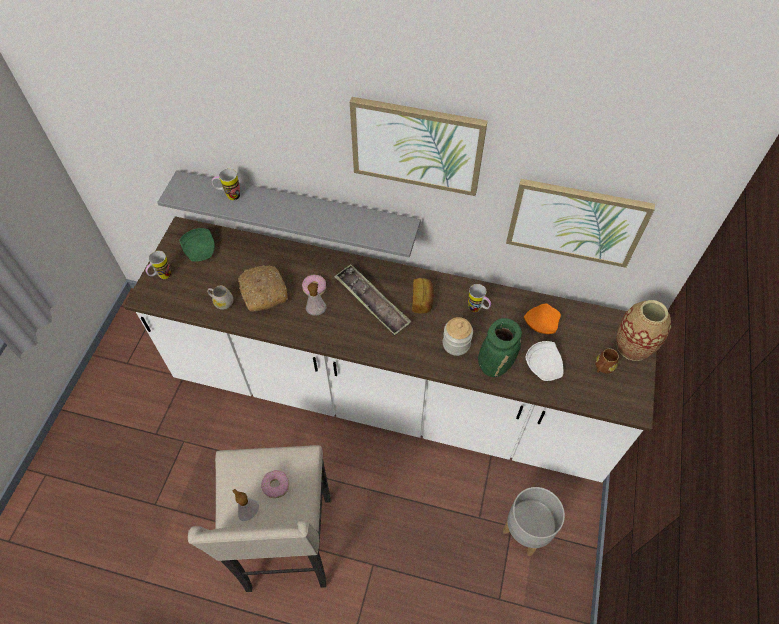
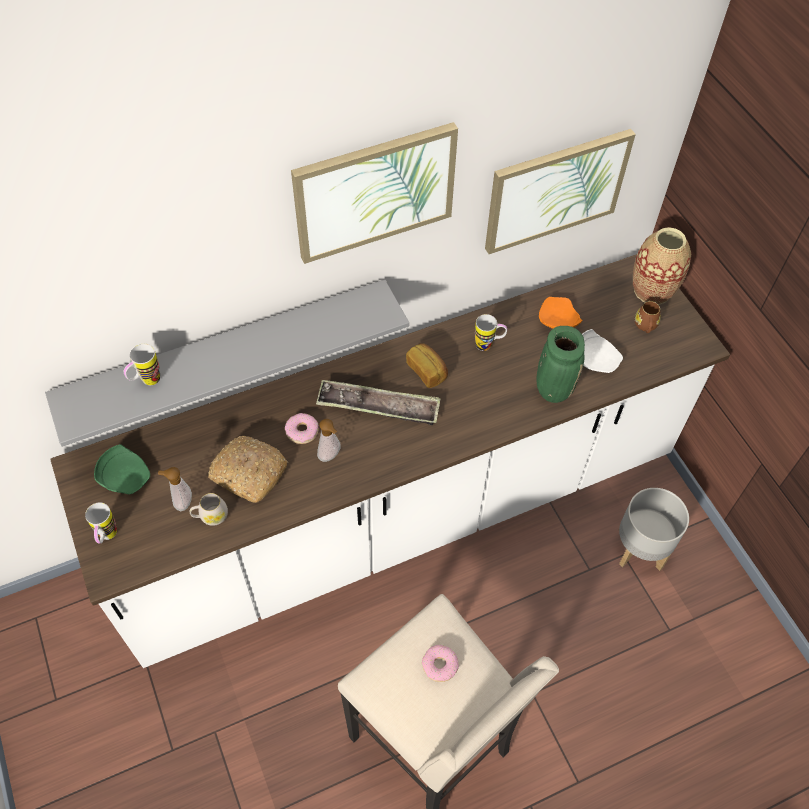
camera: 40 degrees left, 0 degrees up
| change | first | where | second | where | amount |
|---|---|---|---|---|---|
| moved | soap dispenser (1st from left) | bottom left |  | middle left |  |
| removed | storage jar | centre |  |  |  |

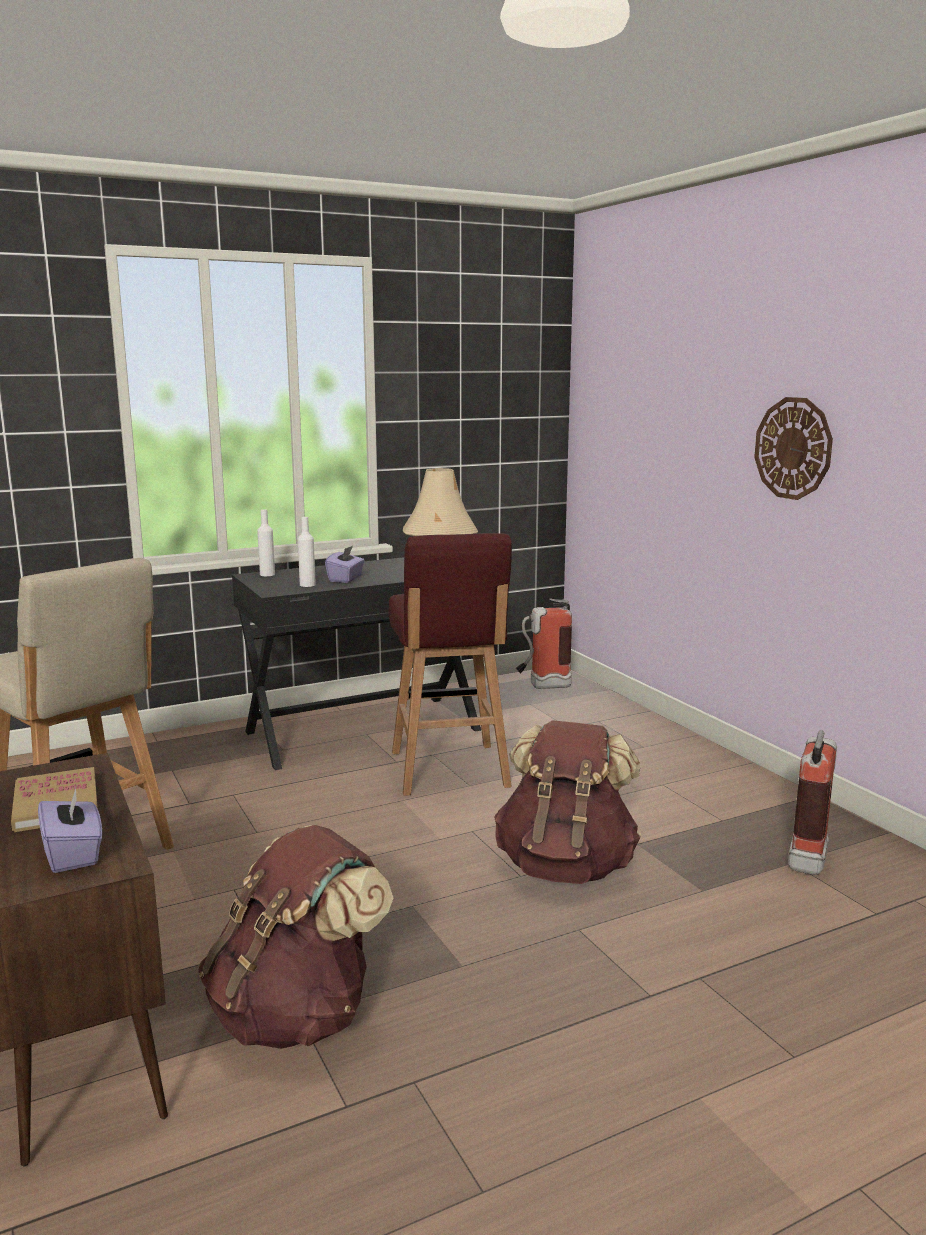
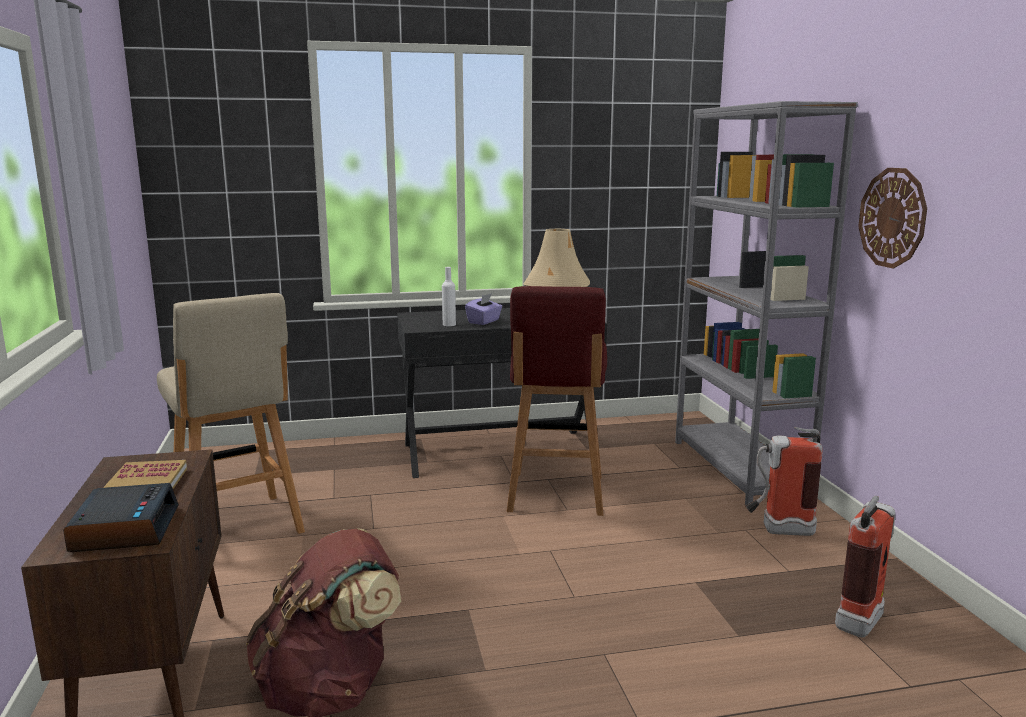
camera: 15 degrees right, 0 degrees up
| change | first | where | second | where | amount |
|---|---|---|---|---|---|
| replaced | tissue holder (purple-coloured) (1st from left) | bottom left | table clock | bottom left |  |
| added |  |  | bookshelf (gray) | middle right |  |
| moved | fire-fighting cylinder (1st from left) | centre |  | bottom right |  |
| removed | beverage bottle (white) (1st from left) | middle left |  |  |  |
| removed | knapsack (brown-coloured) (2nd from left) | centre |  |  |  |

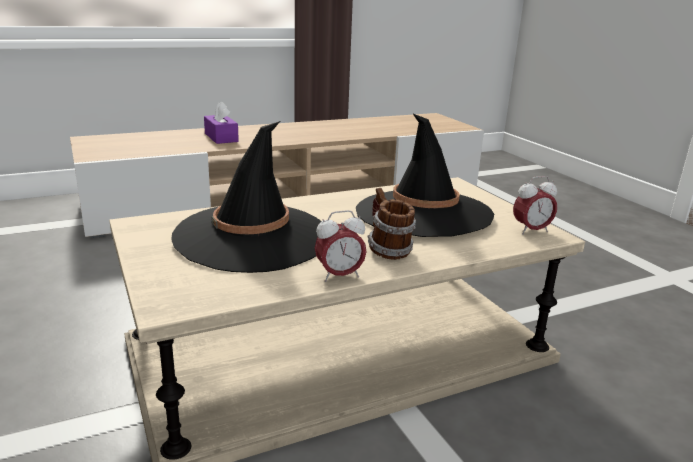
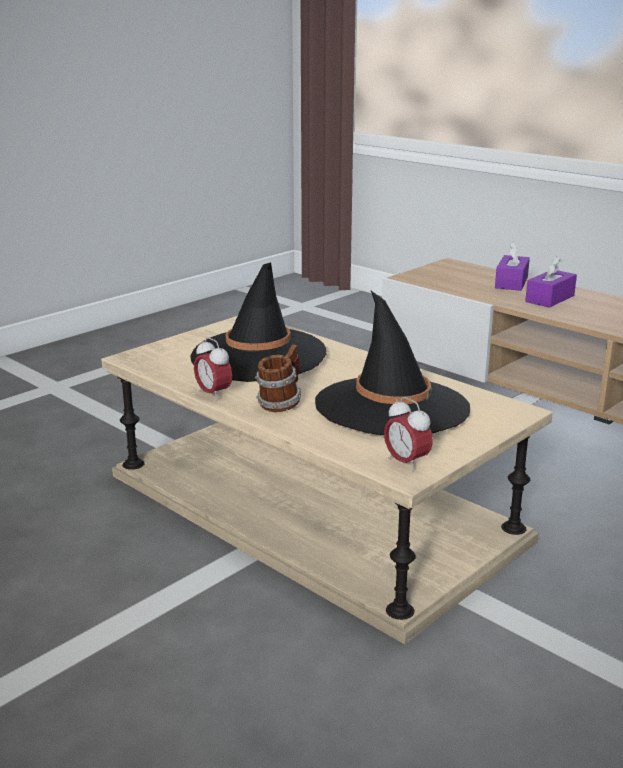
camera: 70 degrees right, 0 degrees up
| change | first | where | second | where | amount |
|---|---|---|---|---|---|
| added |  |  | tissue holder (purple-coloured) (1st from left) | middle right |  |

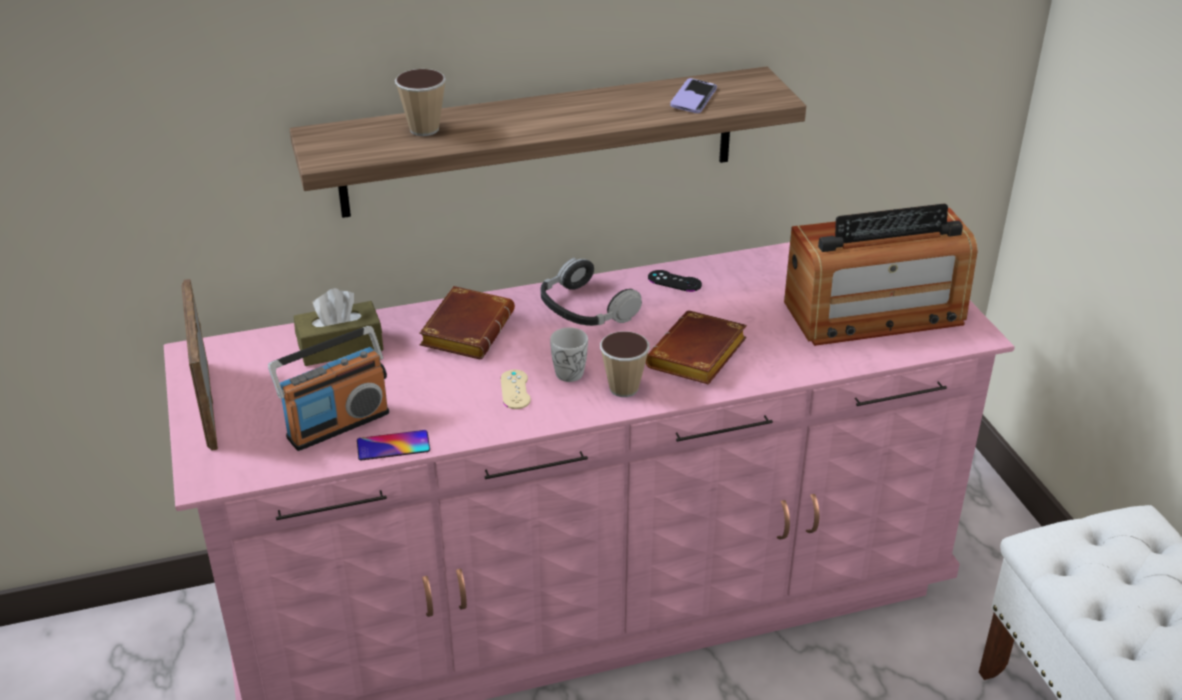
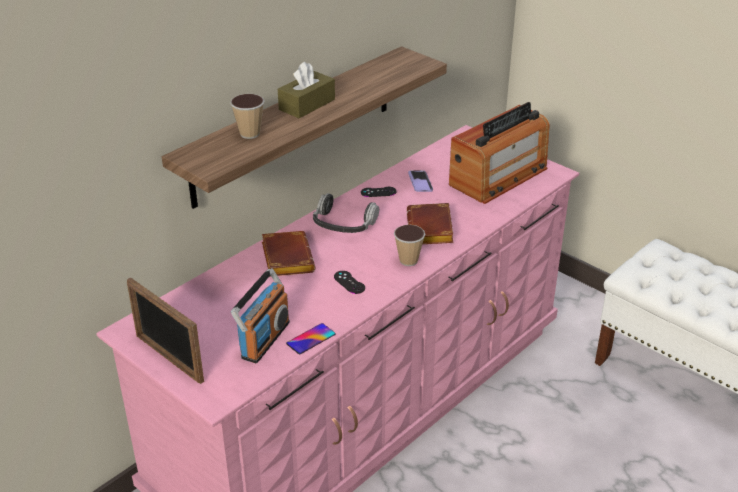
camera: 30 degrees left, 0 degrees up
| change | first | where | second | where | amount |
|---|---|---|---|---|---|
| moved | tissue holder (brown-coloured) | middle left |  | top centre |  |
| recoloured | joypad (beige-coloured) | centre | joypad (black-coloured) (1st from left) | centre |  |
| moved | phone (2nd from left) | top centre |  | centre |  |
| removed | mug (white) | centre |  |  |  |

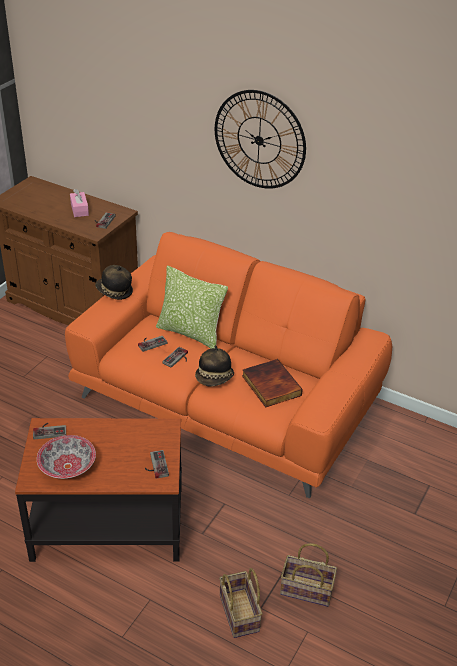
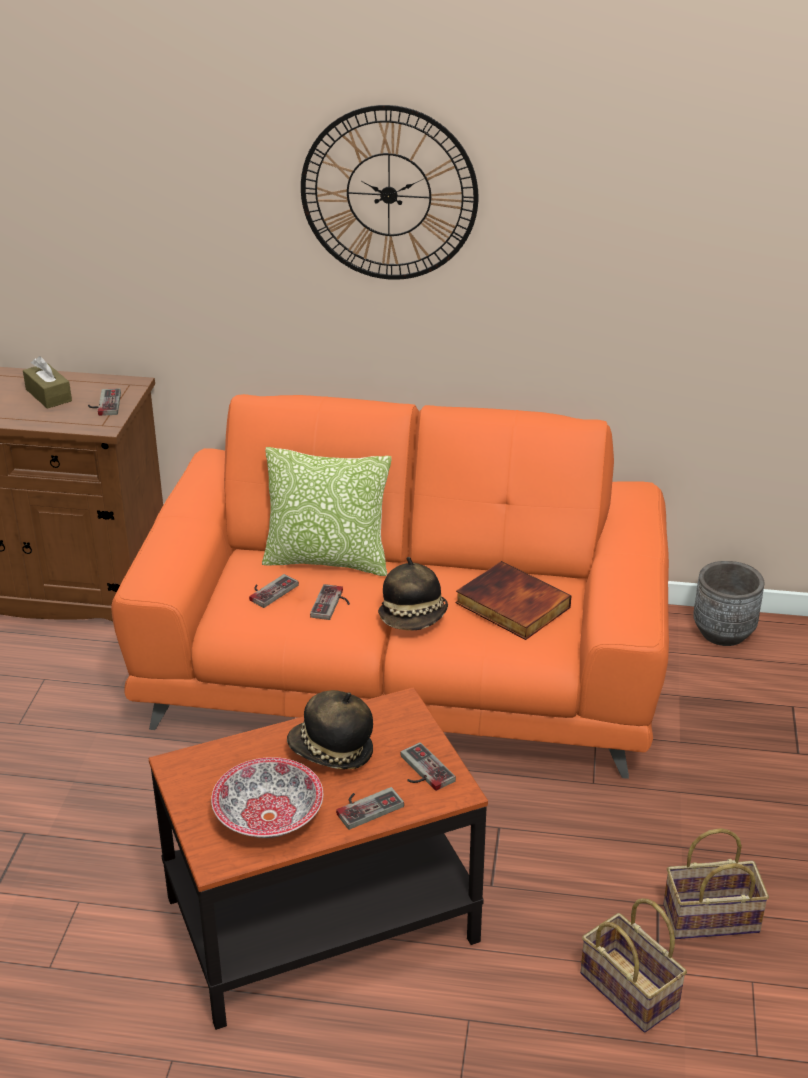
camera: 20 degrees left, 5 degrees down
| change | first | where | second | where | amount |
|---|---|---|---|---|---|
| recoloured | tissue holder (pinkish) | top left | tissue holder (brown-coloured) | middle left |  |
| moved | hat (1st from left) | middle left |  | bottom centre |  |
| moved | joypad (1st from left in the first image) | middle left | joypad (4th from left) | bottom centre |  |
| added |  |  | flower pot (gray) | middle right |  |

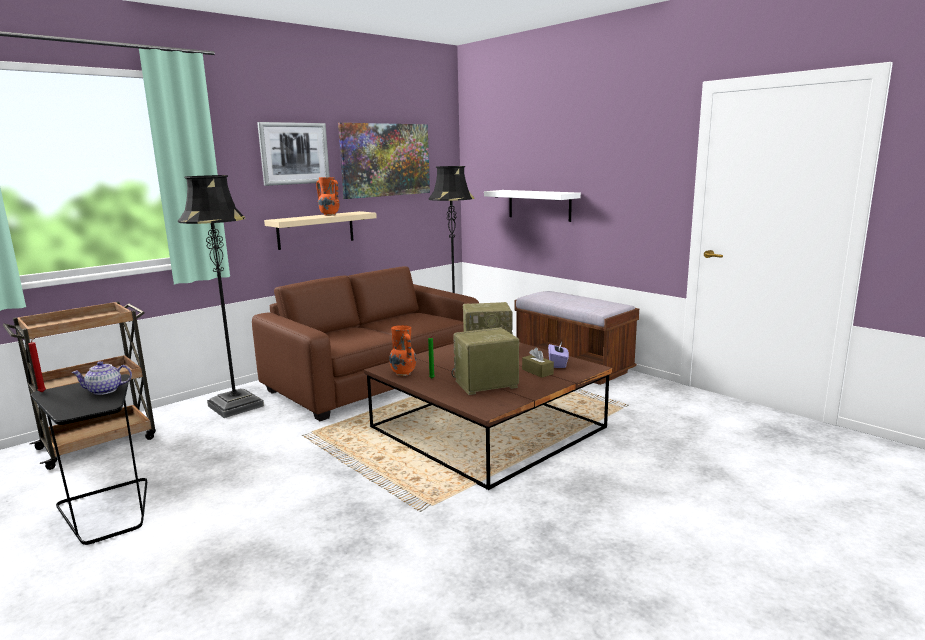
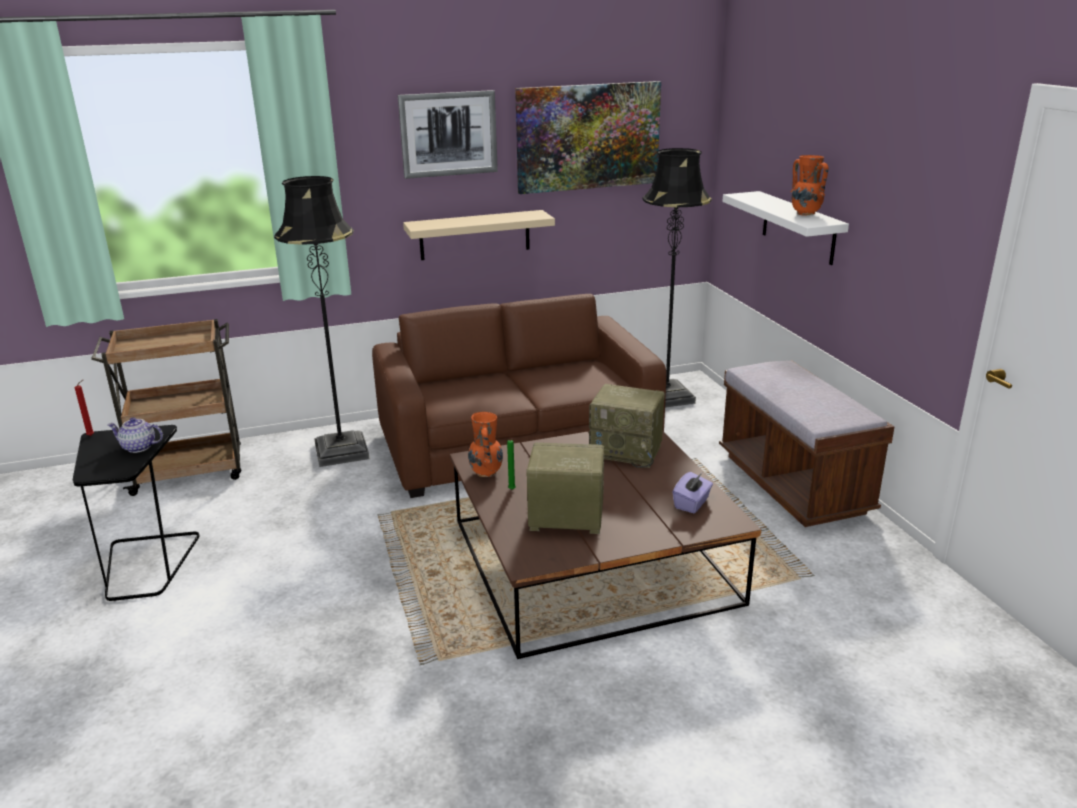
camera: 25 degrees right, 10 degrees up
| change | first | where | second | where | amount |
|---|---|---|---|---|---|
| moved | decorative vase (orangey) (1st from left in the first image) | top centre | decorative vase (orangey) (2nd from left) | top right |  |
| removed | tissue holder (brown-coloured) | centre |  |  |  |

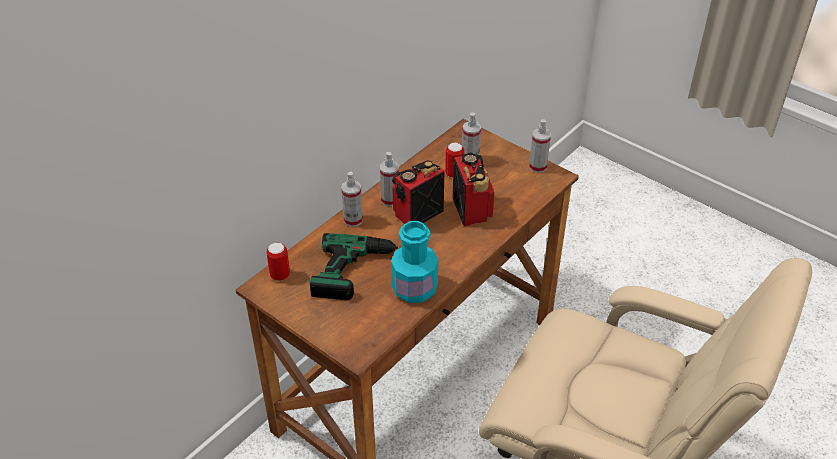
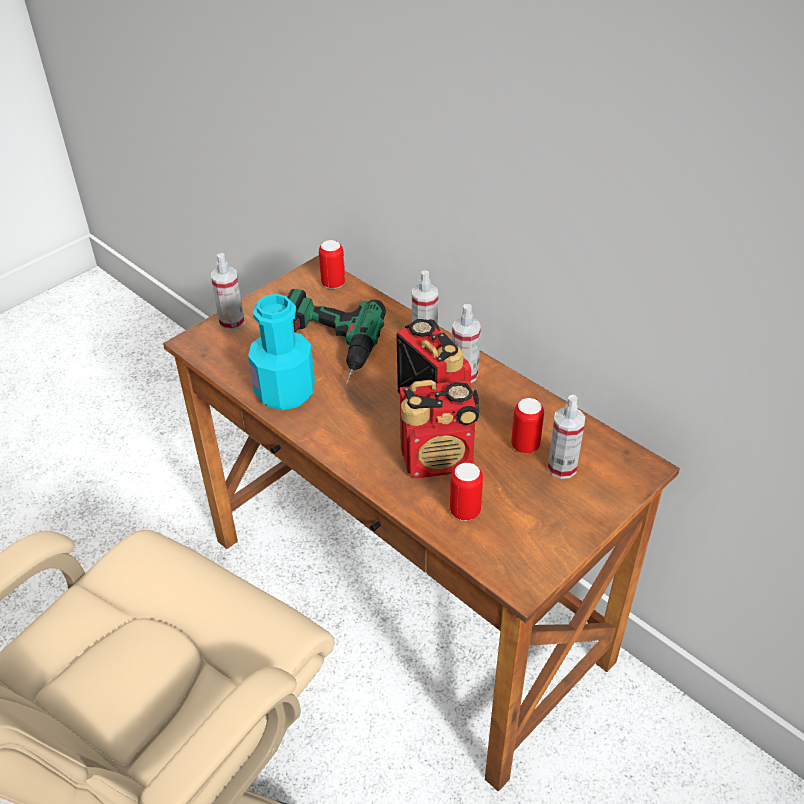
camera: 95 degrees right, 0 degrees up
| change | first | where | second | where | amount |
|---|---|---|---|---|---|
| moved | spray bottle (4th from left in the first image) | top centre | spray bottle (1st from left) | middle left |  |
| added |  |  | can (2nd from left) | centre |  |

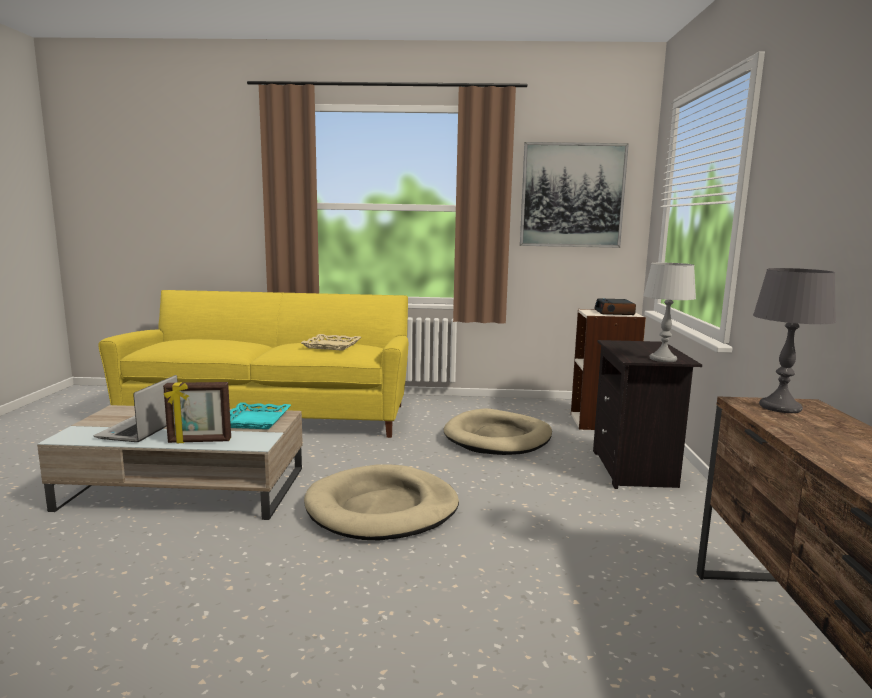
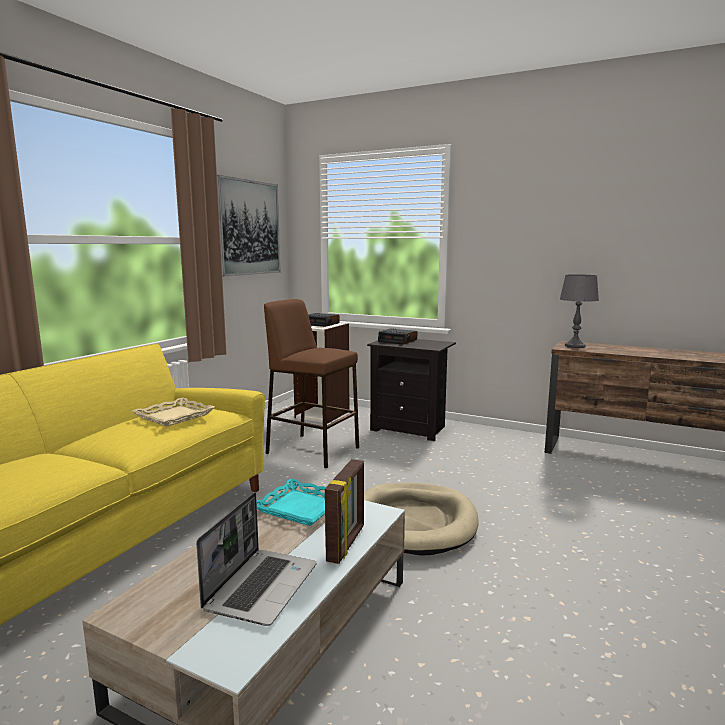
camera: 65 degrees left, 0 degrees up
| change | first | where | second | where | amount |
|---|---|---|---|---|---|
| turned | notebook computer | middle left |  | bottom centre | 105 degrees counterclockwise |
| replaced | dog cushion (beige-coloured) (2nd from left) | centre | stool seat (brown-coloured) | centre |  |
| added |  |  | table clock (2nd from left) | centre |  |
| removed | lamp for a table (gray) (1st from left) | middle right |  |  |  |

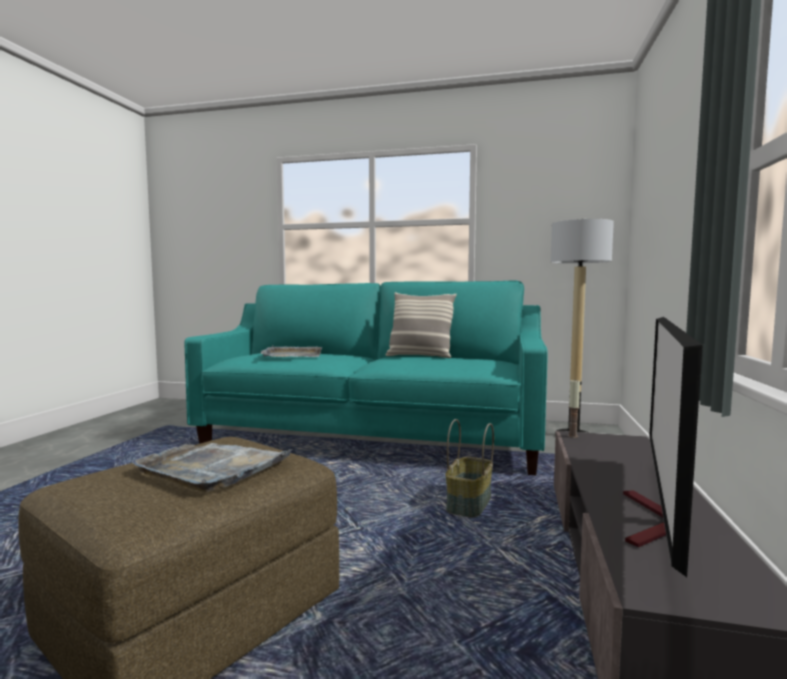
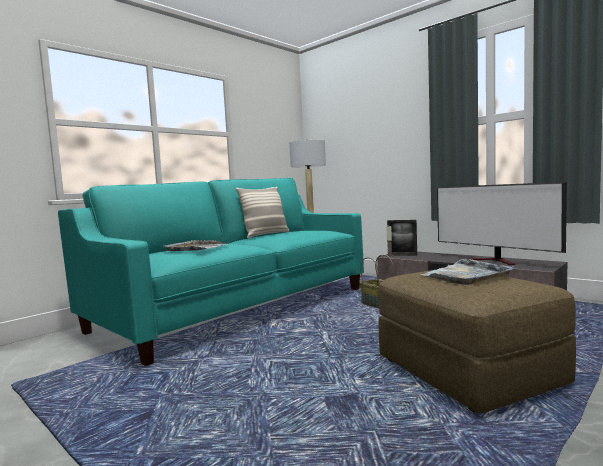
camera: 60 degrees left, 0 degrees up
| change | first | where | second | where | amount |
|---|---|---|---|---|---|
| added |  |  | standing frame | middle right |  |

